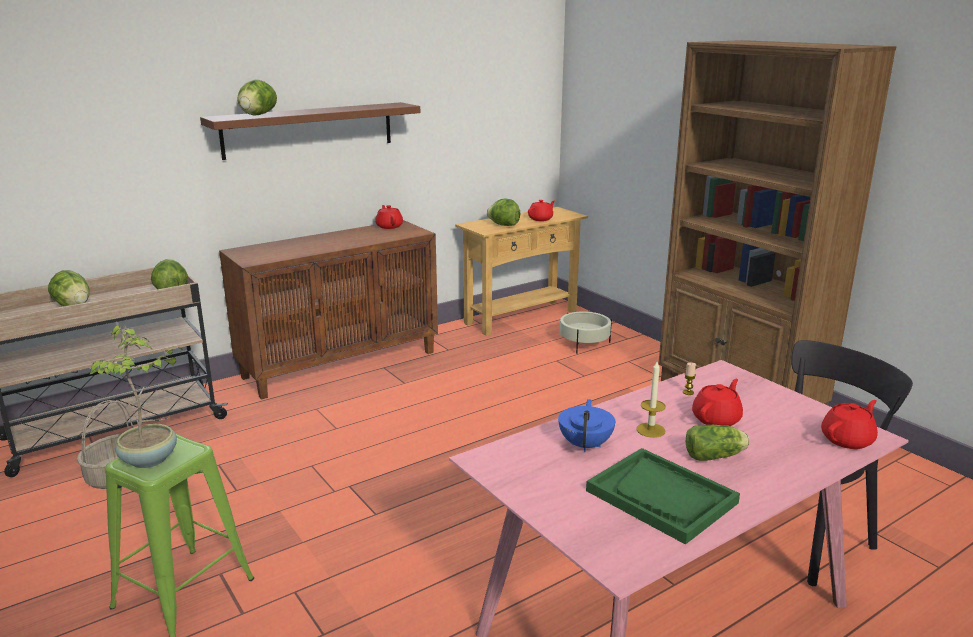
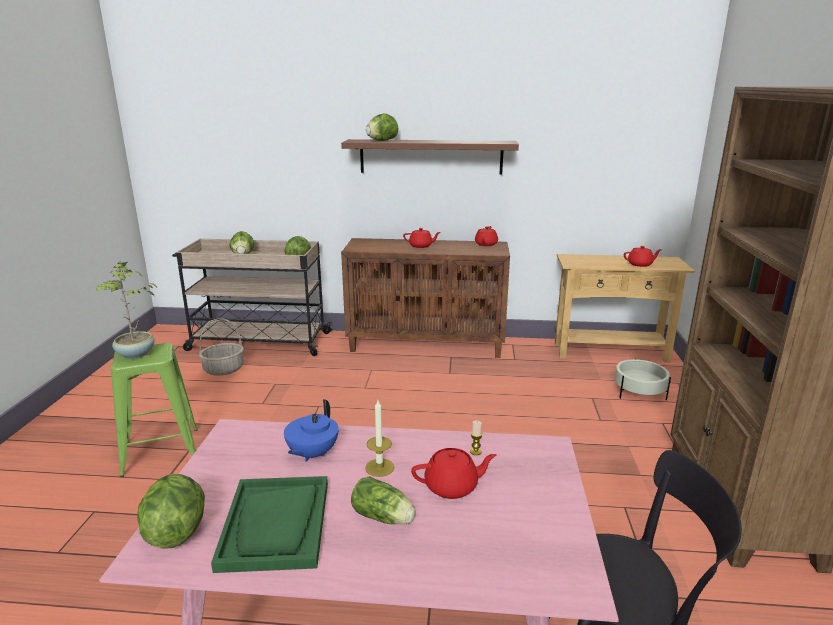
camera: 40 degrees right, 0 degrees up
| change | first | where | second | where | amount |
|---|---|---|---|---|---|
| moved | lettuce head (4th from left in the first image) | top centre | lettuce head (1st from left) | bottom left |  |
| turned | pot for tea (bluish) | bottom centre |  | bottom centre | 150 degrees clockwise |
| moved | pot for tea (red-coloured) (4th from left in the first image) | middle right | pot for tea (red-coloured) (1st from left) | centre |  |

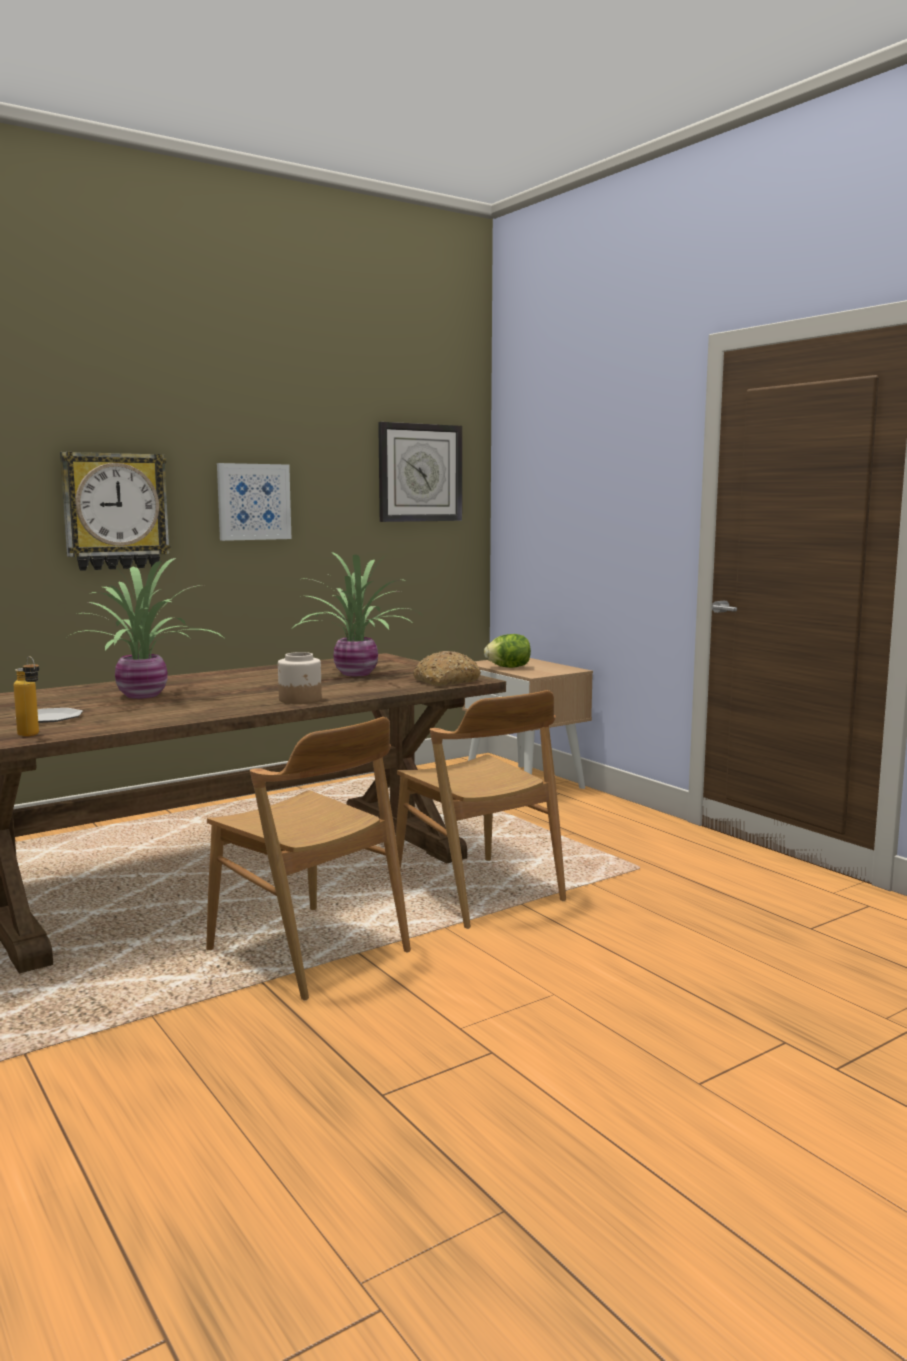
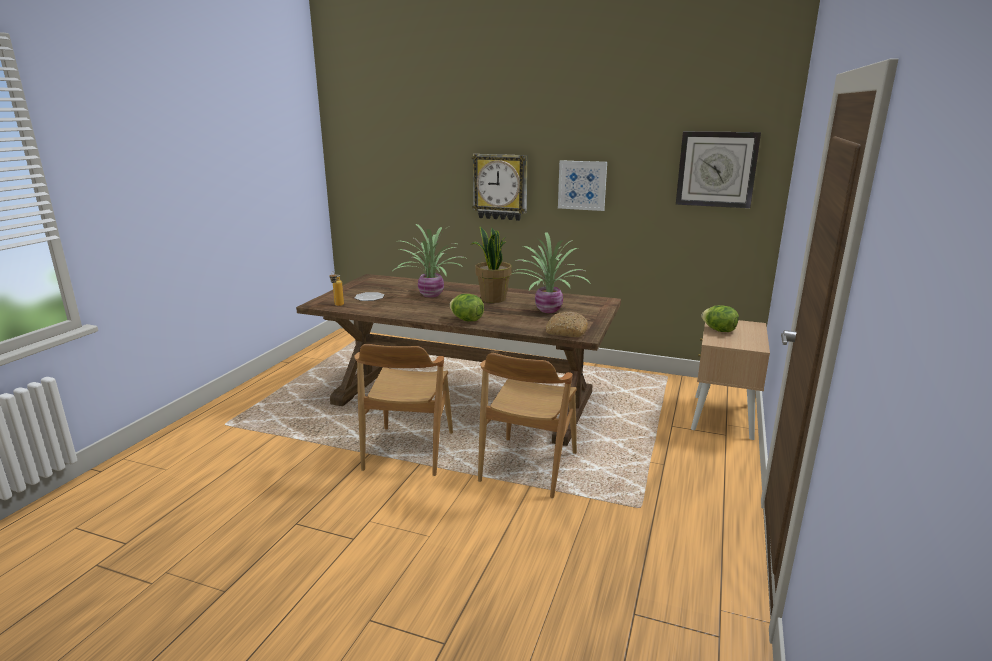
camera: 55 degrees right, 10 degrees up
| change | first | where | second | where | amount |
|---|---|---|---|---|---|
| replaced | storage jar | middle left | lettuce head (1st from left) | centre |  |
| added |  |  | potted plant (2nd from left) | centre |  |

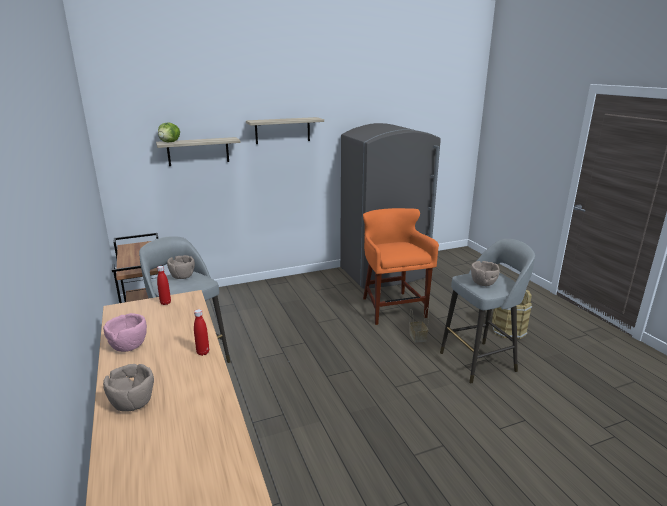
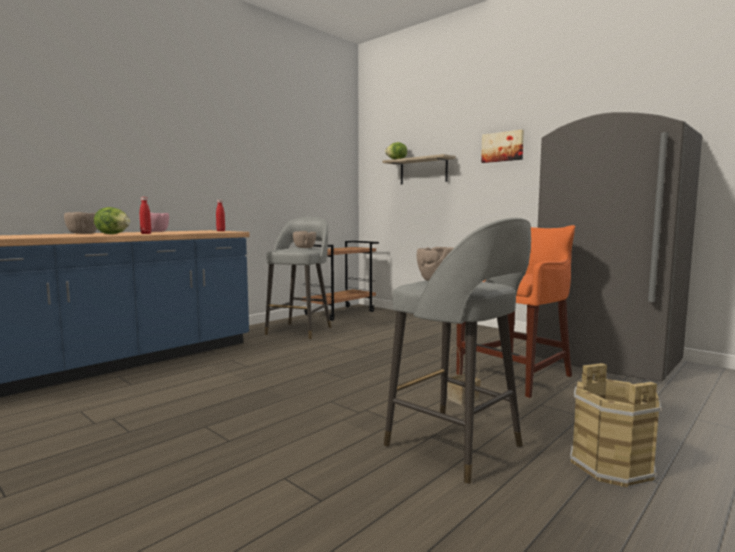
camera: 65 degrees right, 15 degrees down
| change | first | where | second | where | amount |
|---|---|---|---|---|---|
| added |  |  | lettuce head (1st from left) | middle left |  |
| replaced | wall shelf (2nd from left) | top centre | picture | top right |  |

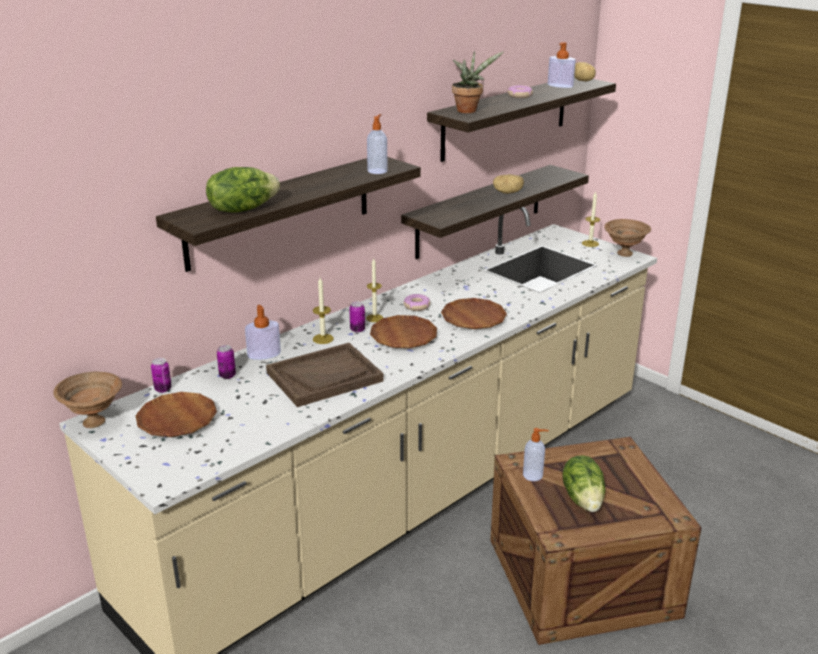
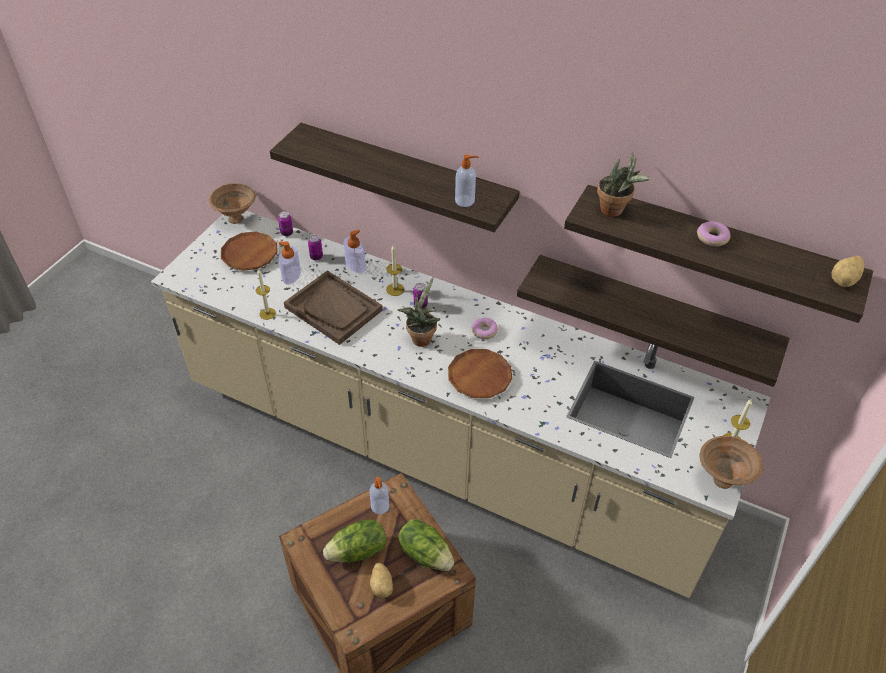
camera: 70 degrees right, 20 degrees up
| change | first | where | second | where | amount |
|---|---|---|---|---|---|
| moved | wax candle (2nd from left in the first image) | centre | wax candle (1st from left) | middle left |  |
| moved | soap dispenser (4th from left in the first image) | top right | soap dispenser (1st from left) | middle left |  |
| moved | whole potato (1st from left) | top centre |  | bottom centre |  |
| replaced | flat dish (brown-coloured) (2nd from left) | centre | potted plant (1st from left) | centre |  |
| moved | lettuce head (1st from left in the first image) | top left | lettuce head (2nd from left) | bottom centre |  |

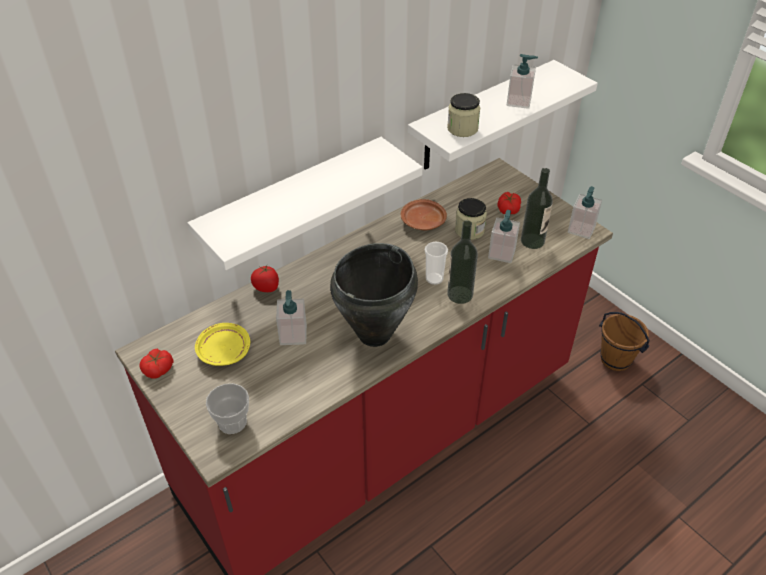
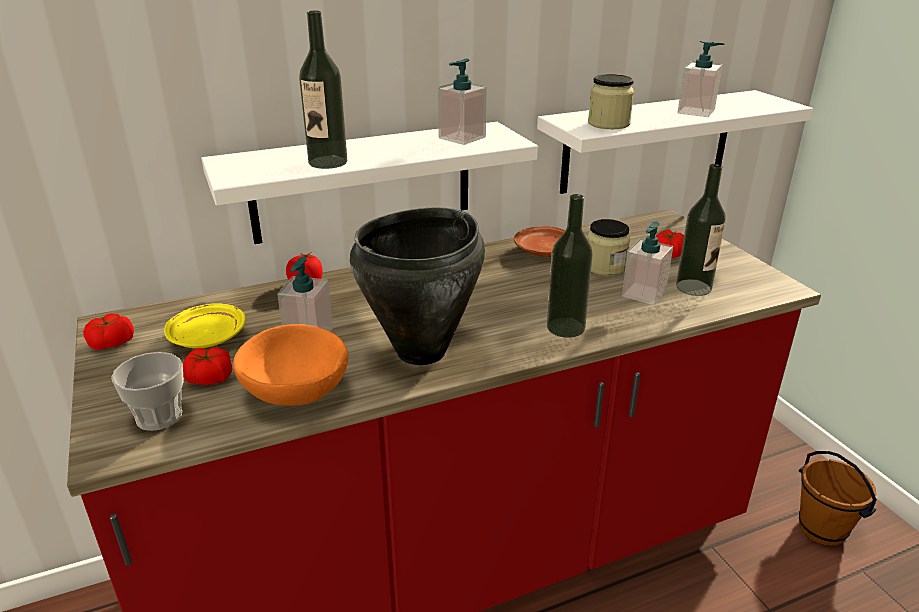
camera: 15 degrees right, 15 degrees down
| change | first | where | second | where | amount |
|---|---|---|---|---|---|
| added |  |  | whole tomato (2nd from left) | middle left |  |
| added |  |  | bowl (orangey) | middle left |  |
| added |  |  | beverage bottle (1st from left) | top centre |  |
| moved | soap dispenser (4th from left in the first image) | middle right | soap dispenser (2nd from left) | top centre |  |
| removed | small cup (2nd from left) | centre |  |  |  |

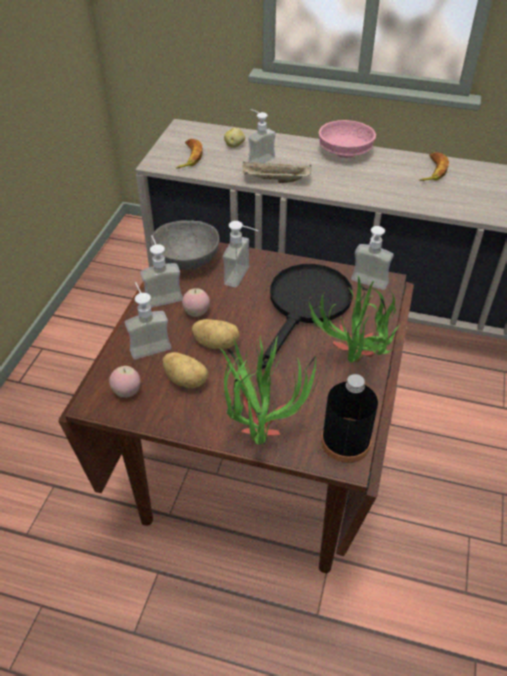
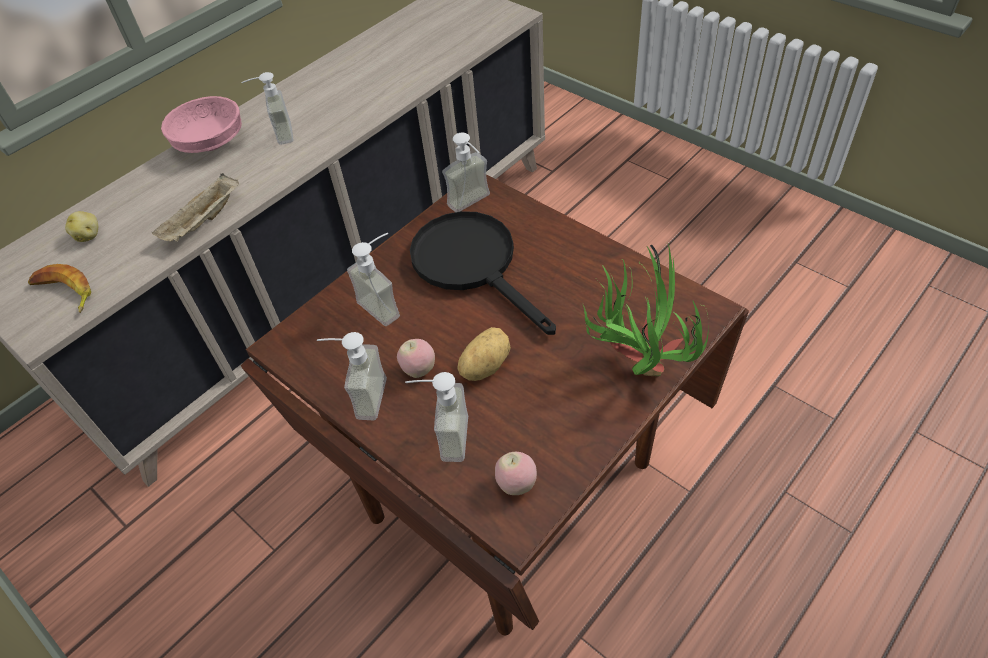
camera: 60 degrees left, 5 degrees up
| change | first | where | second | where | amount |
|---|---|---|---|---|---|
| moved | soap dispenser (4th from left in the first image) | top centre | soap dispenser (1st from left) | top left |  |
| removed | bowl (gray) | centre |  |  |  |
| removed | whole potato (1st from left) | centre |  |  |  |
| removed | potted plant (2nd from left) | middle right |  |  |  |
| removed | beverage bottle (black-coloured) | middle right |  |  |  |
| removed | banana (2nd from left) | top right |  |  |  |

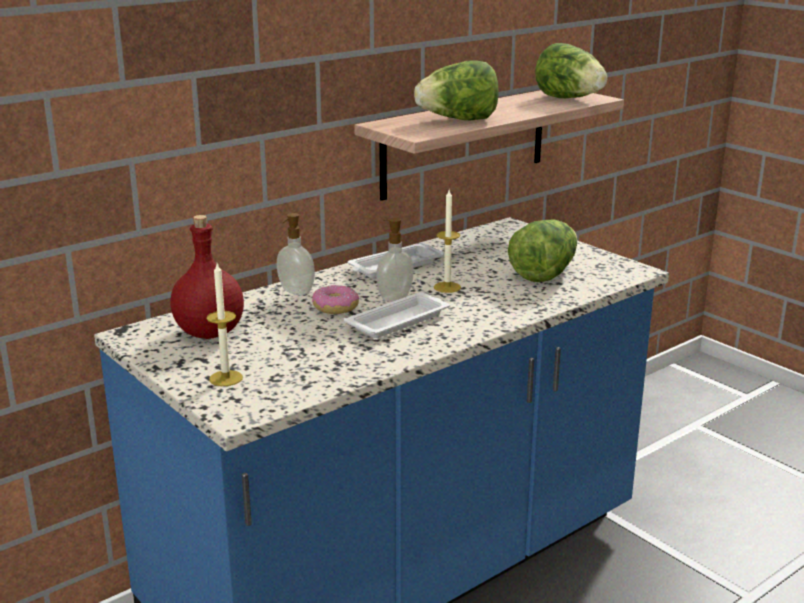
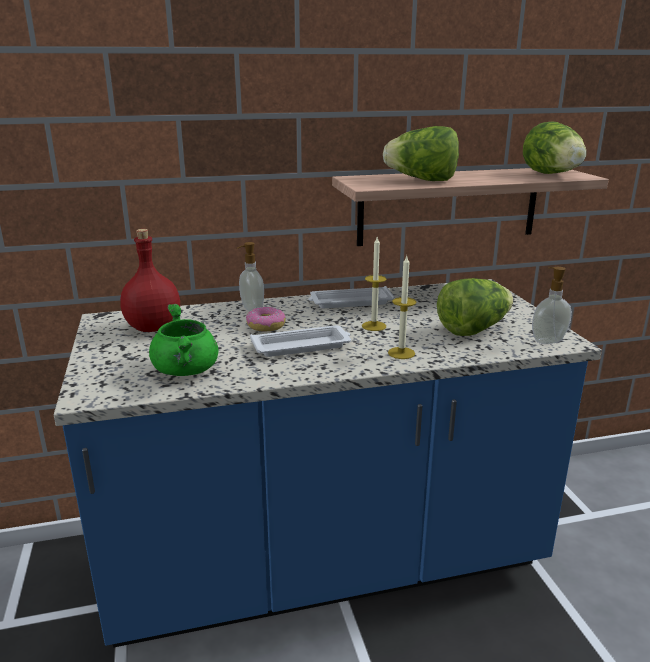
camera: 25 degrees right, 0 degrees up
| change | first | where | second | where | amount |
|---|---|---|---|---|---|
| added |  |  | saucepot (greenish) | middle left |  |
| moved | wax candle (1st from left in the first image) | middle left | wax candle (2nd from left) | centre |  |
| moved | soap dispenser (2nd from left) | centre |  | middle right |  |

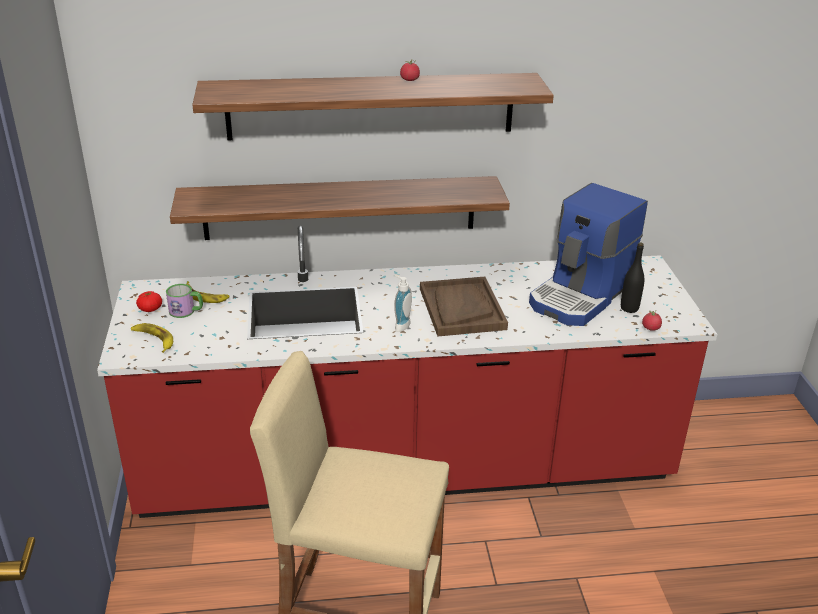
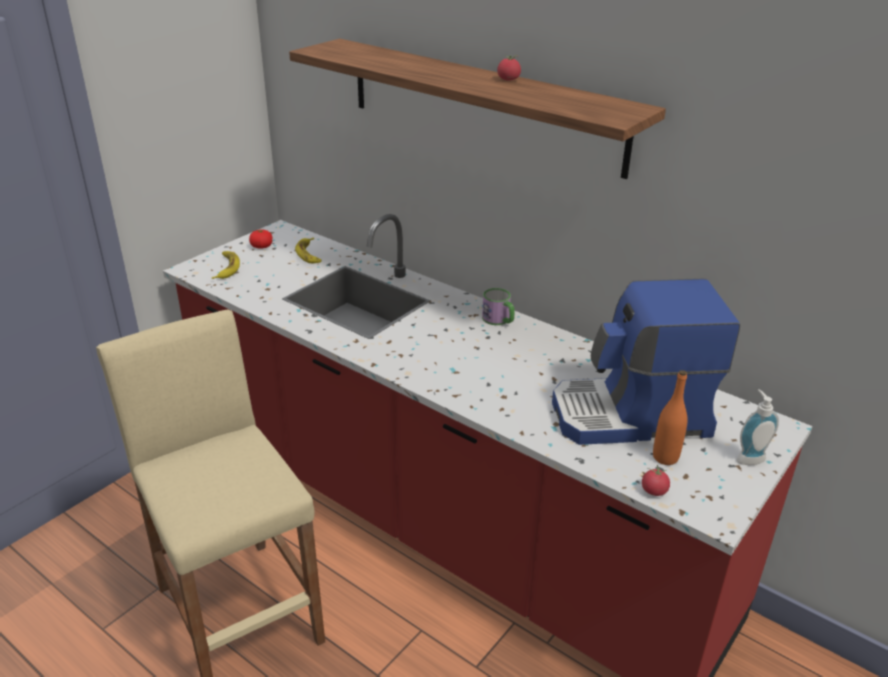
camera: 45 degrees right, 0 degrees up
| change | first | where | second | where | amount |
|---|---|---|---|---|---|
| moved | mug | middle left |  | centre |  |
| recoloured | beverage bottle (black-coloured) | middle right | beverage bottle (orangey) | middle right |  |
| moved | soap dispenser | centre |  | middle right |  |
| removed | wall shelf (1st from left) | centre |  |  |  |
| removed | carrying tray (brown-coloured) | centre |  |  |  |

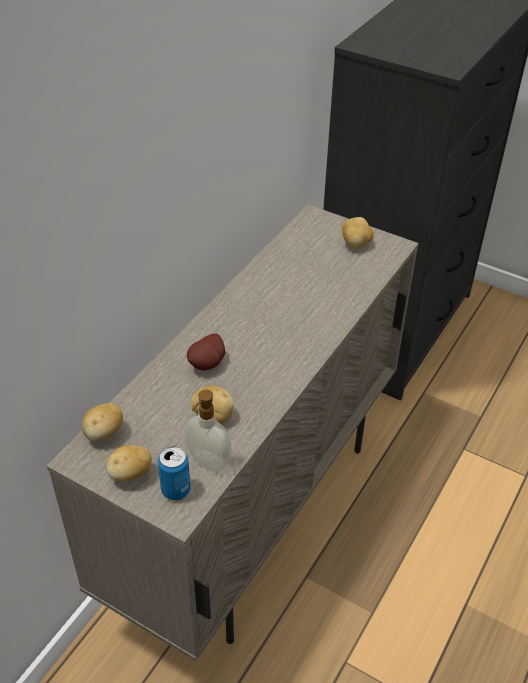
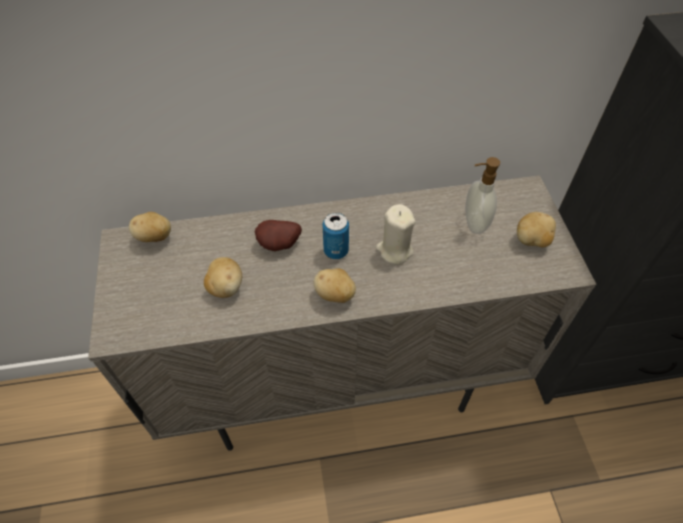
camera: 50 degrees right, 10 degrees up
| change | first | where | second | where | amount |
|---|---|---|---|---|---|
| moved | whole potato (2nd from left in the first image) | bottom left | whole potato (4th from left) | centre |  |
| moved | can | bottom left |  | centre |  |
| added |  |  | wax candle (beige-coloured) | centre |  |
| moved | soap dispenser | centre |  | middle right |  |

